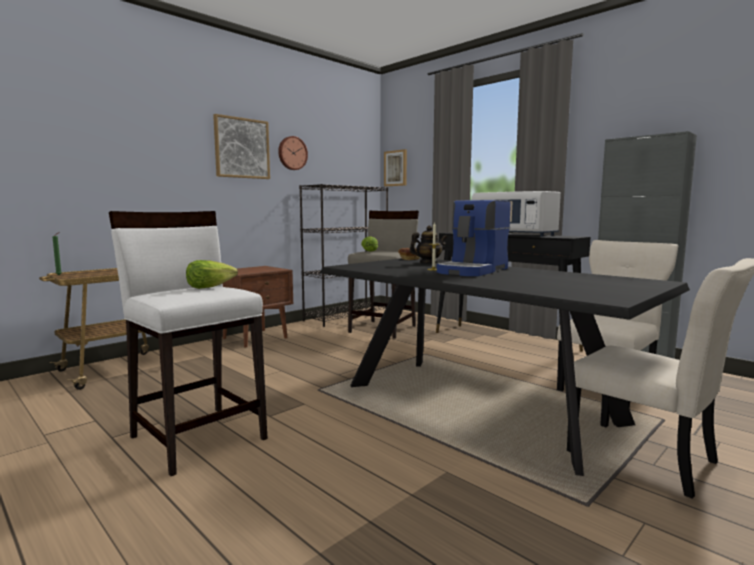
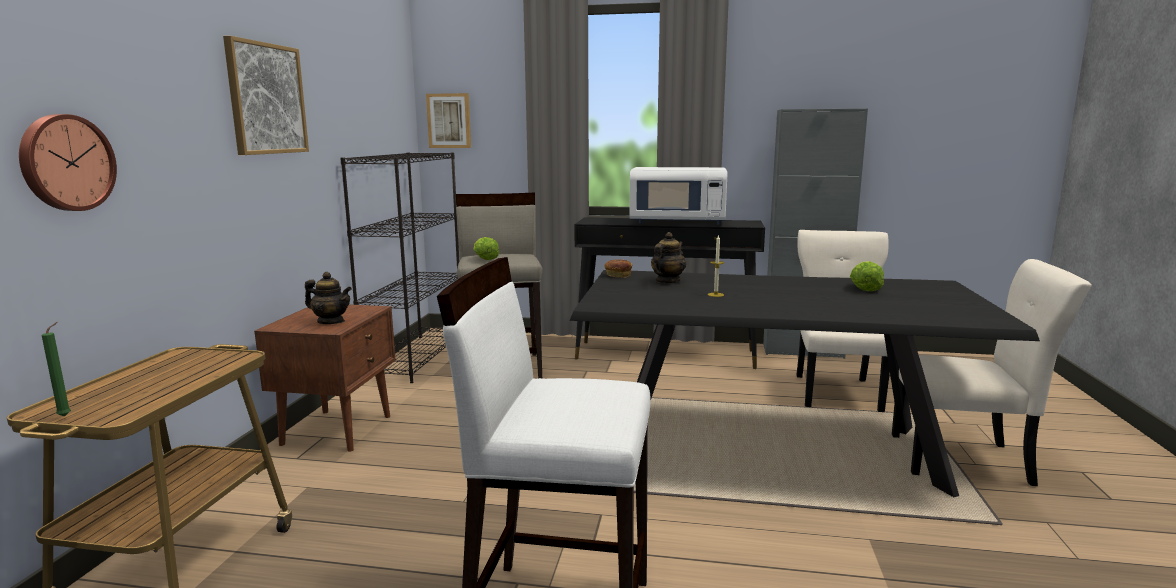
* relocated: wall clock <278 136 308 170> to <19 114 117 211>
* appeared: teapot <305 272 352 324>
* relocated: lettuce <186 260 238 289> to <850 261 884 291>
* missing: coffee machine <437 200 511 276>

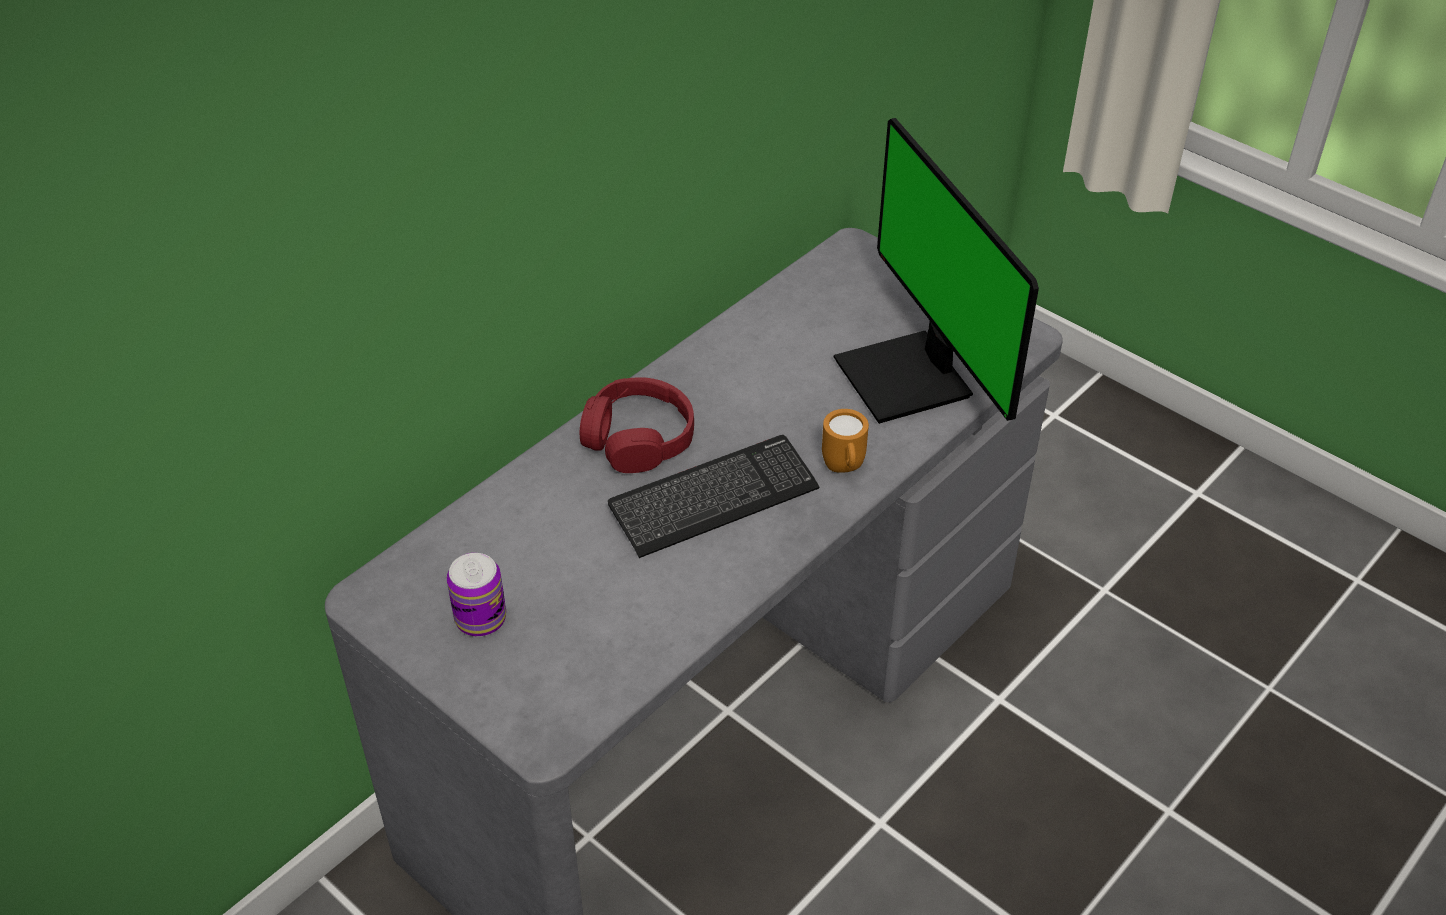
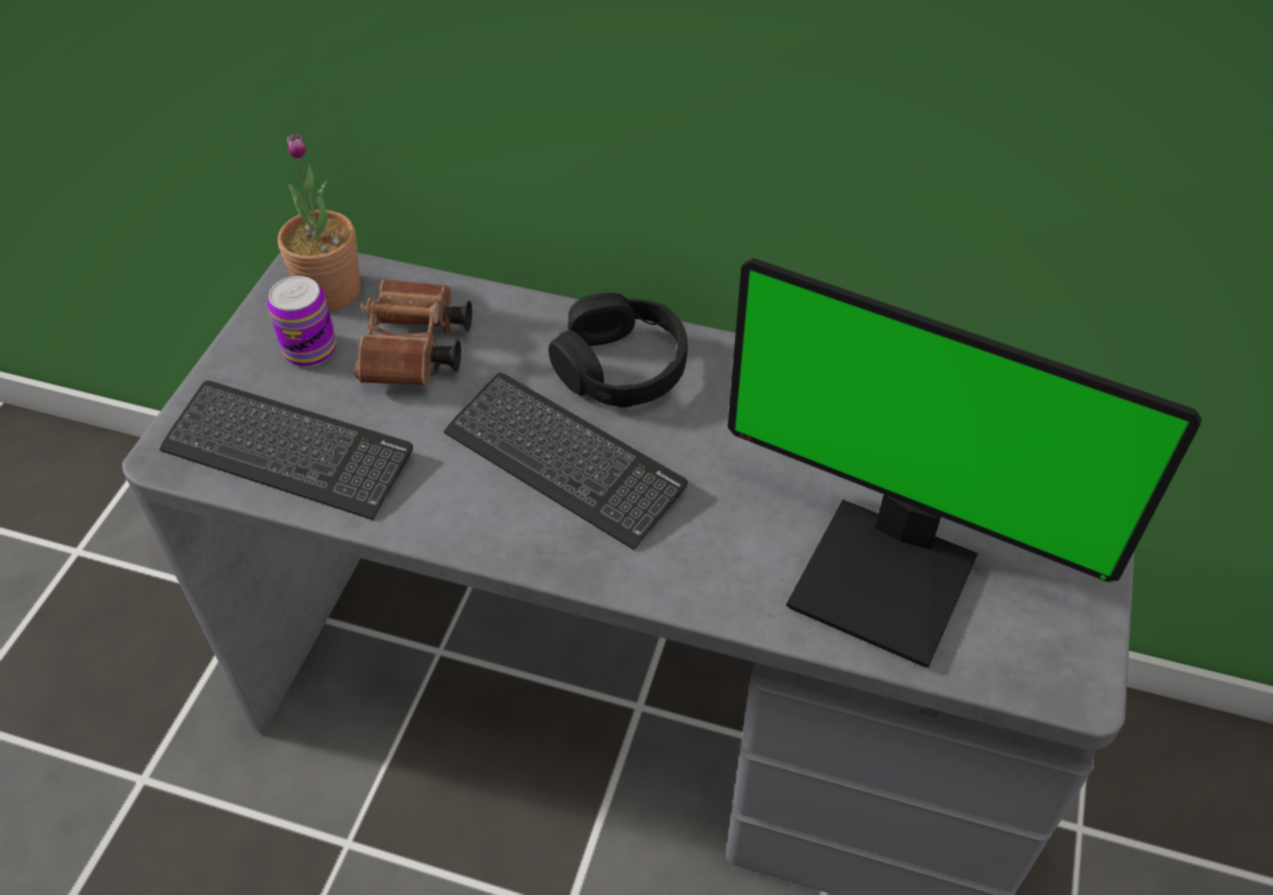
* appeared: keyboard <159 381 413 520>
* appeared: potted plant <278 134 361 311>
* appeared: binoculars/brown <355 279 472 386>
* colour: headphones/red <580 377 694 473> to headphones/black <549 293 687 407>
* spun: monitor <834 118 1039 424> = <728 258 1202 668> 105 degrees counterclockwise
* missing: mug/orange <822 409 869 473>

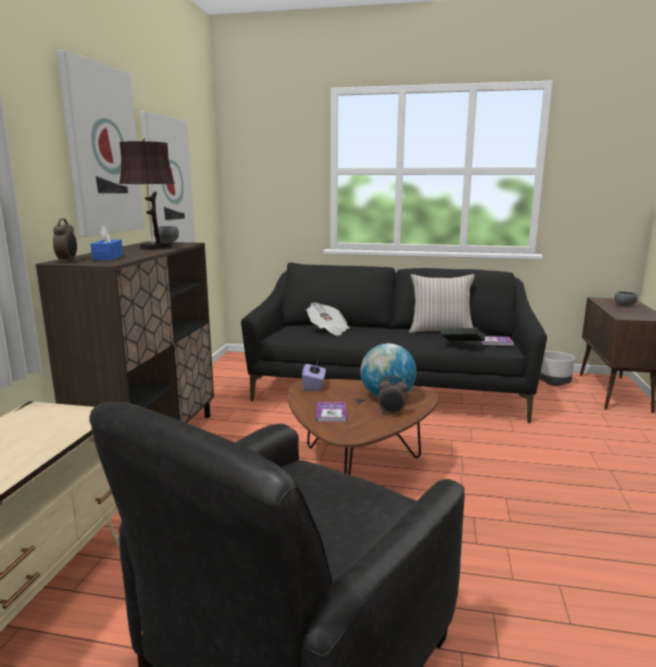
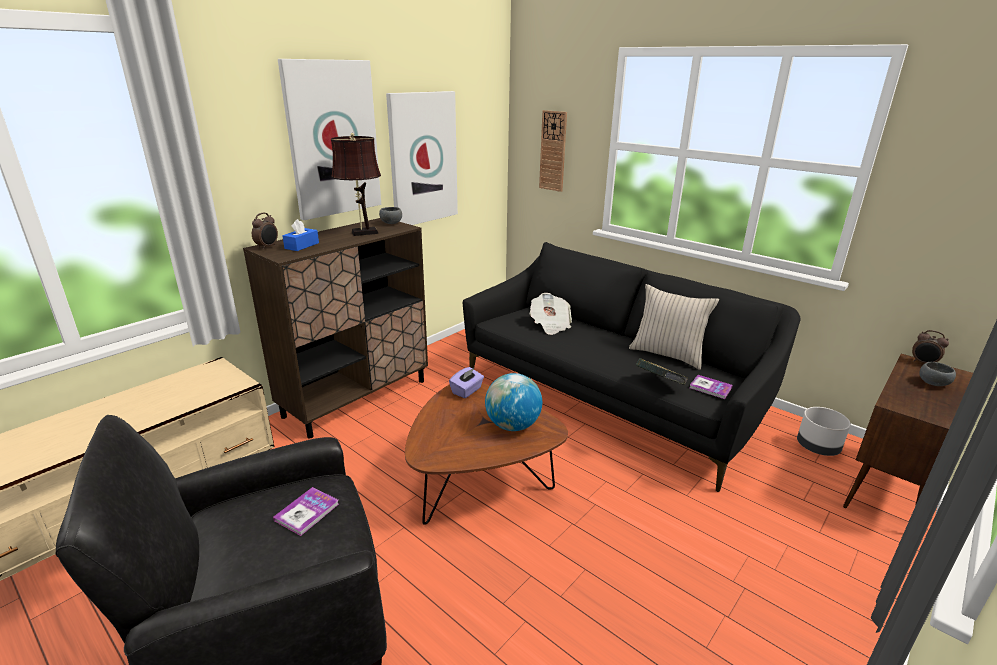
* relocated: book <316 402 347 422> to <273 487 339 536>
* appeared: wall clock <539 110 567 192>
* relocated: alarm clock <378 376 408 416> to <912 330 949 363>

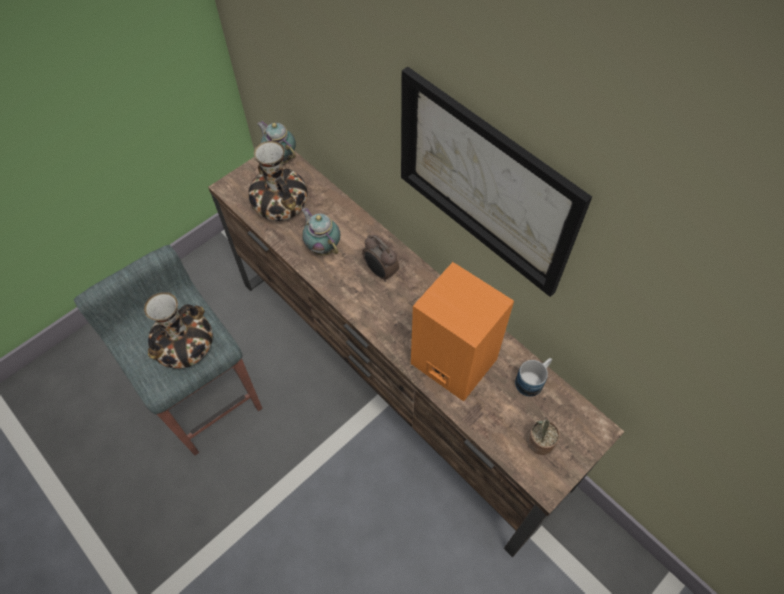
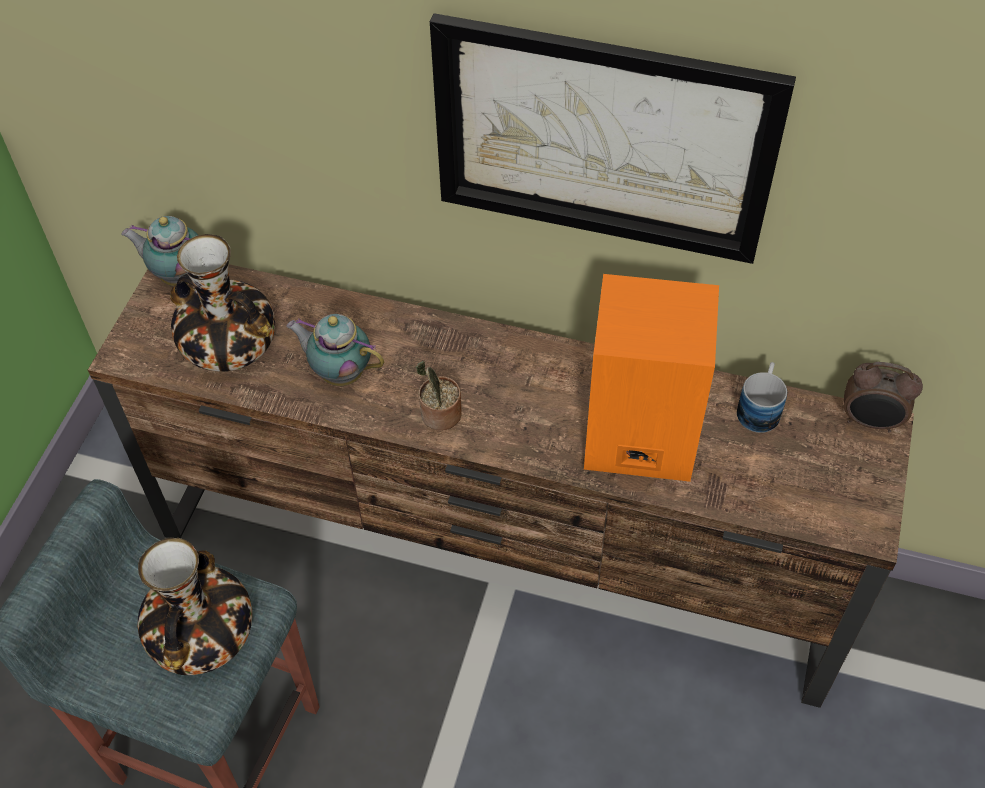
* relocated: potted plant <527 419 560 455> to <416 361 462 430>
* relocated: alarm clock <362 235 399 282> to <844 362 923 433>

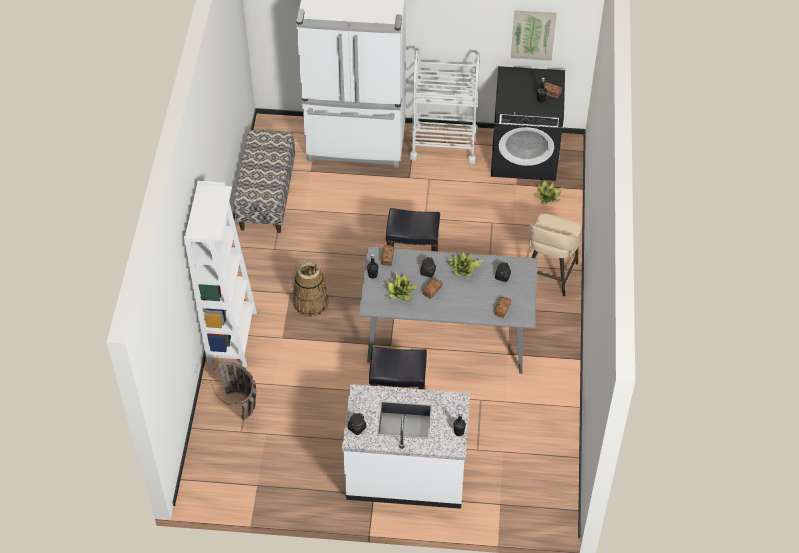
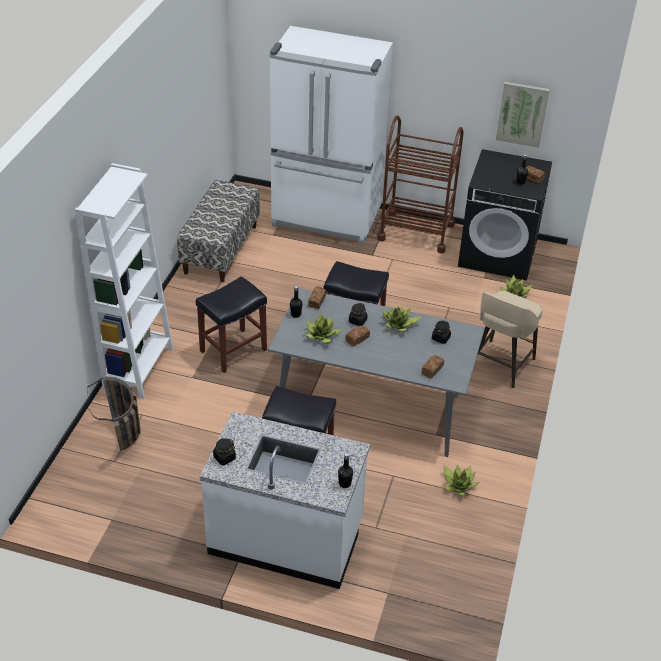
* exchanged: basket <293 261 329 317> to stool/black <196 276 267 373>
* colour: cart/white <410 50 480 164> to cart/brown <377 115 464 253>
* appeared: potted plant <443 465 479 496>

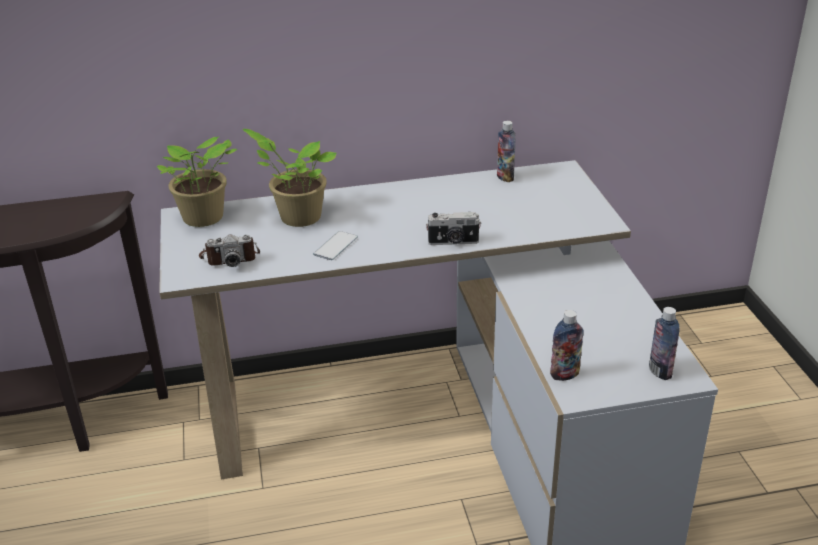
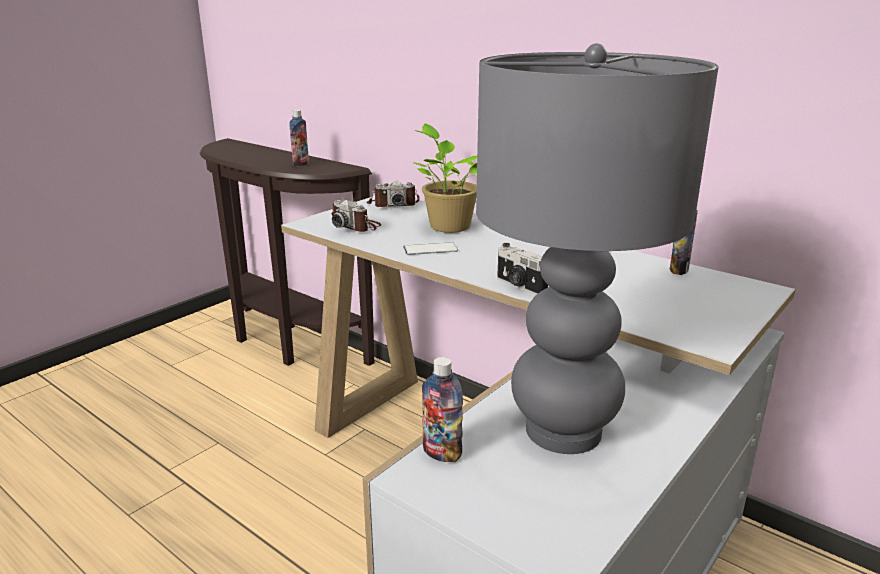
* relocated: bottle <649 307 680 380> to <289 110 309 166>
* exchanged: potted plant <157 136 238 227> to photo camera <366 180 420 207>
* appeared: table lamp/grey <476 43 719 454>

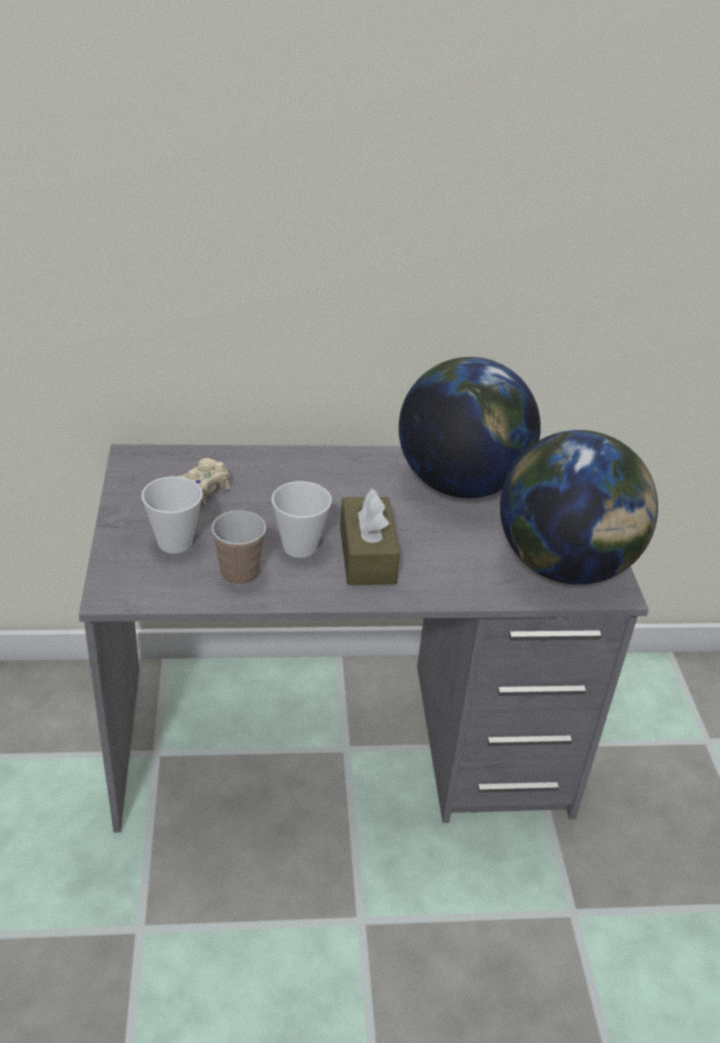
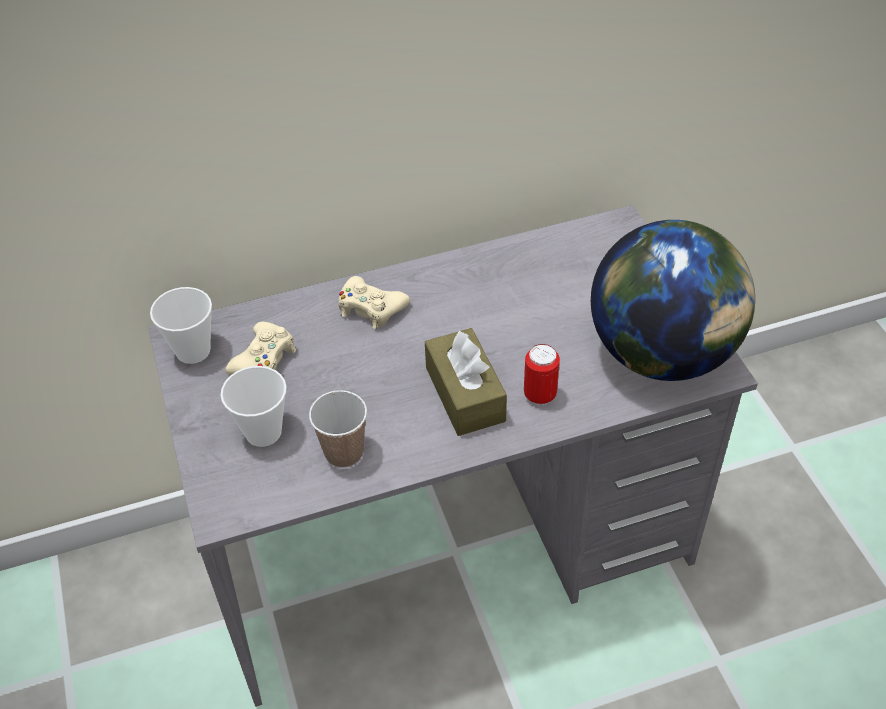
* relocated: cup <272 481 332 558> to <150 287 212 364>
* appeared: game controller/beige <338 276 410 329>
* appeared: can <524 344 560 405>
* missing: globe <399 357 541 498>

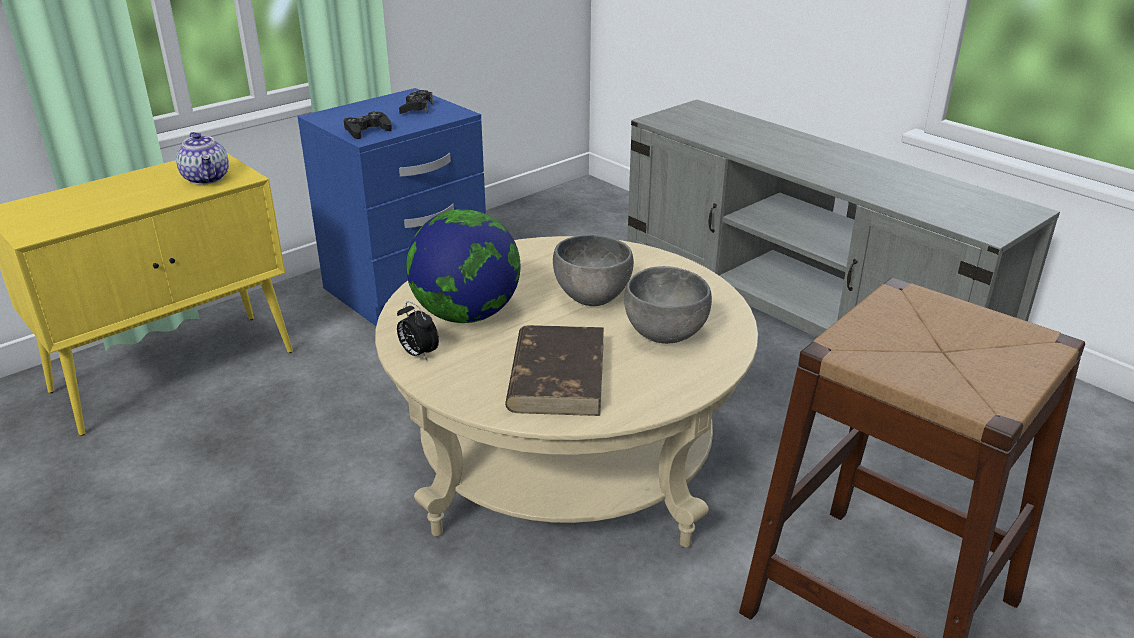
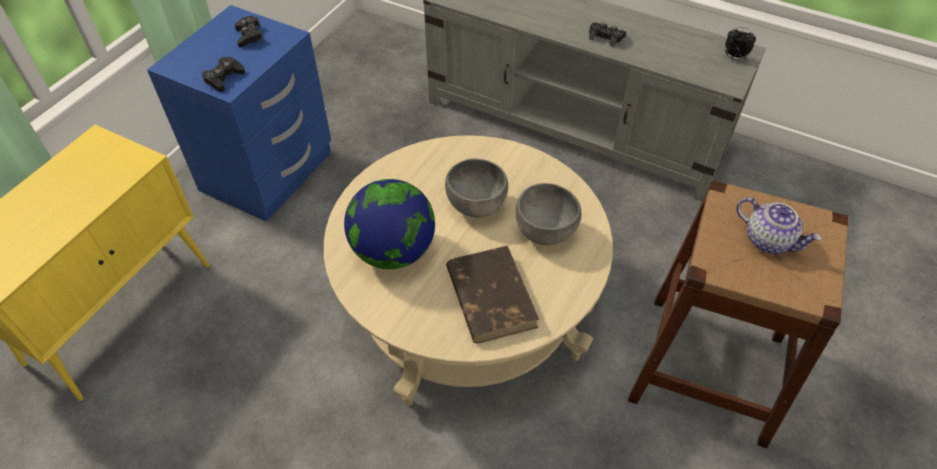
* appeared: game controller/black <589 22 626 47>
* relocated: alarm clock <397 301 439 360> to <725 27 756 61>
* relocated: teapot <176 132 229 185> to <736 197 821 254>

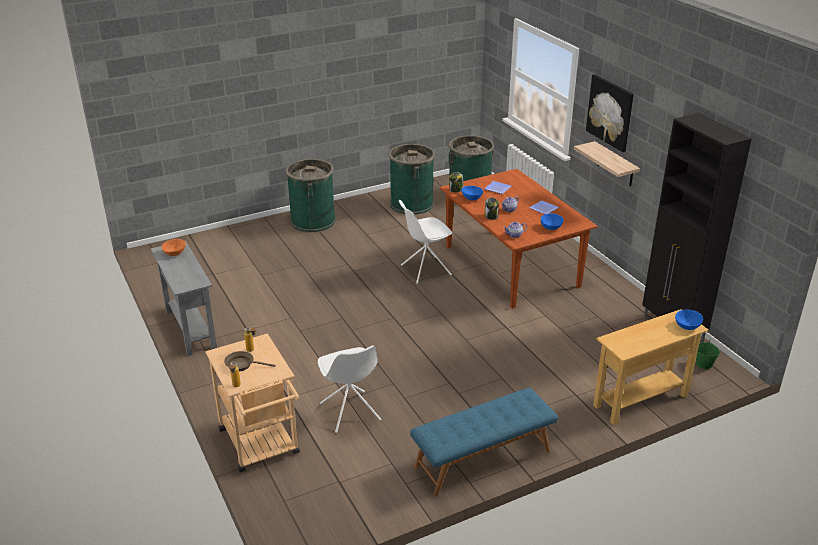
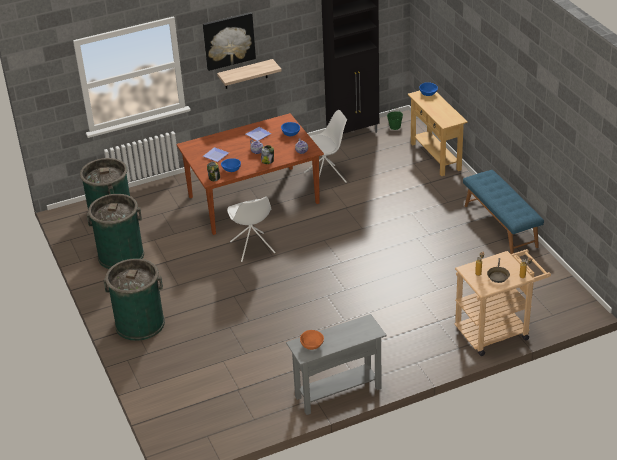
* relocated: chair/white <318 346 381 433> to <304 110 347 183>

